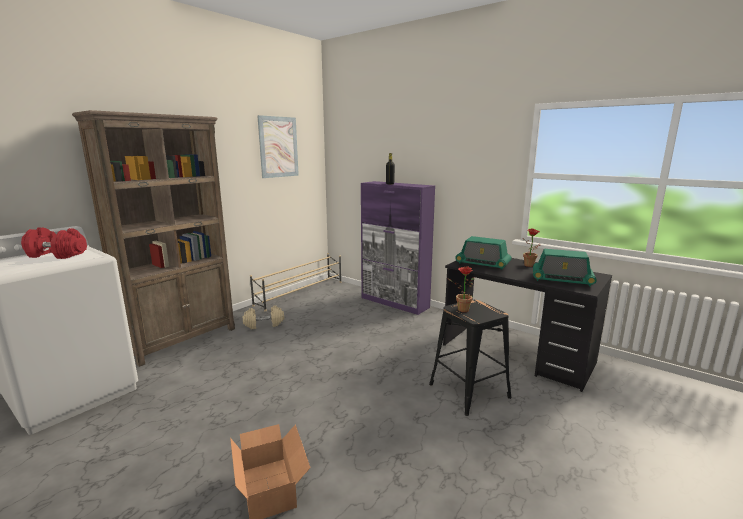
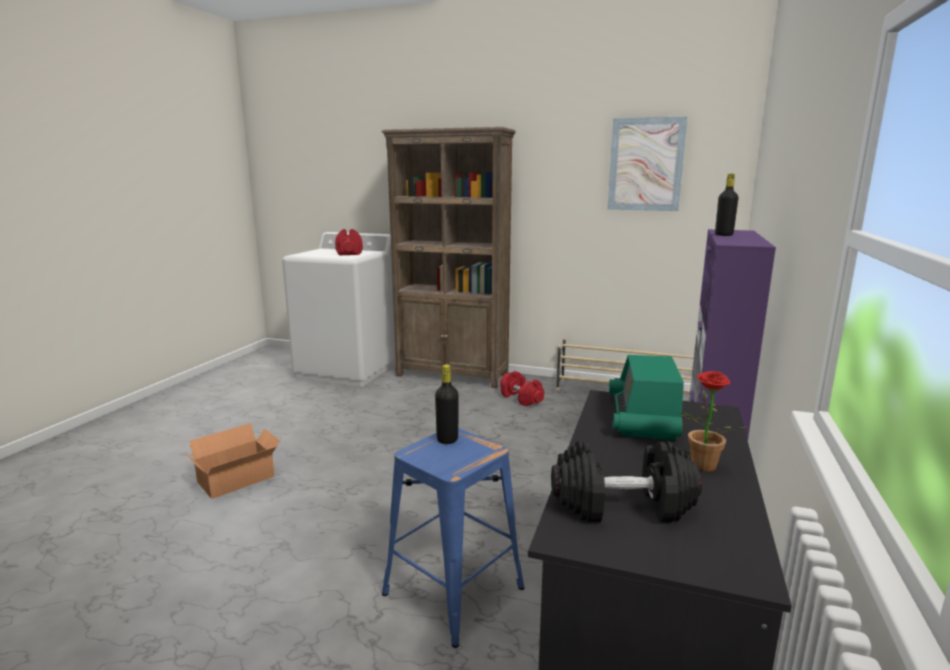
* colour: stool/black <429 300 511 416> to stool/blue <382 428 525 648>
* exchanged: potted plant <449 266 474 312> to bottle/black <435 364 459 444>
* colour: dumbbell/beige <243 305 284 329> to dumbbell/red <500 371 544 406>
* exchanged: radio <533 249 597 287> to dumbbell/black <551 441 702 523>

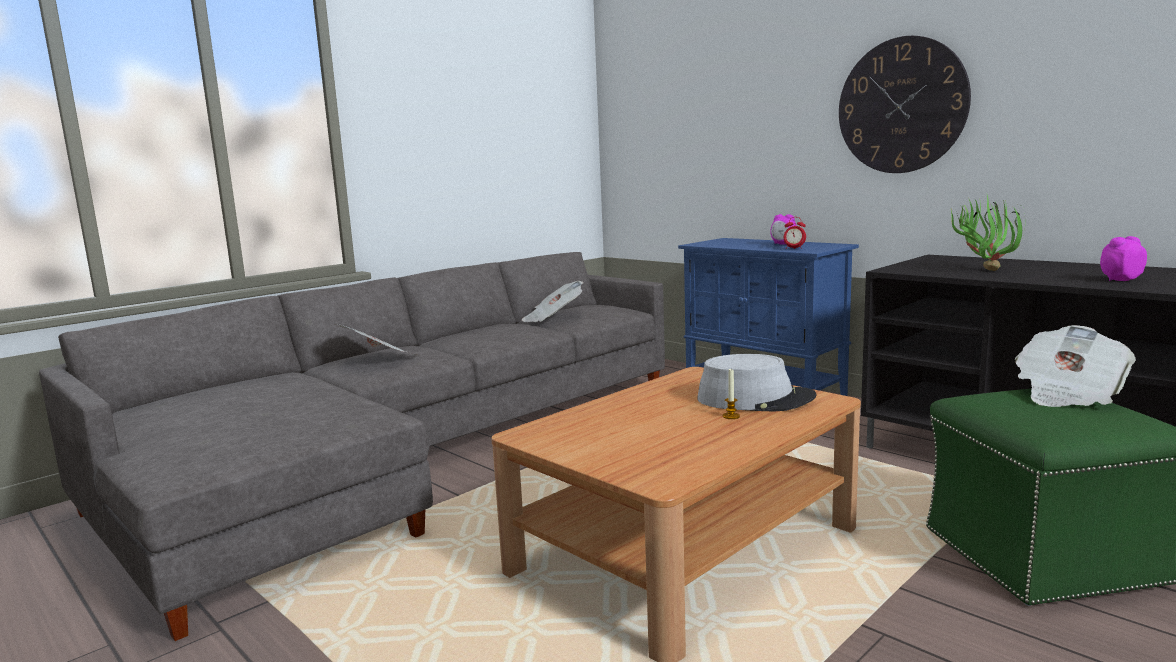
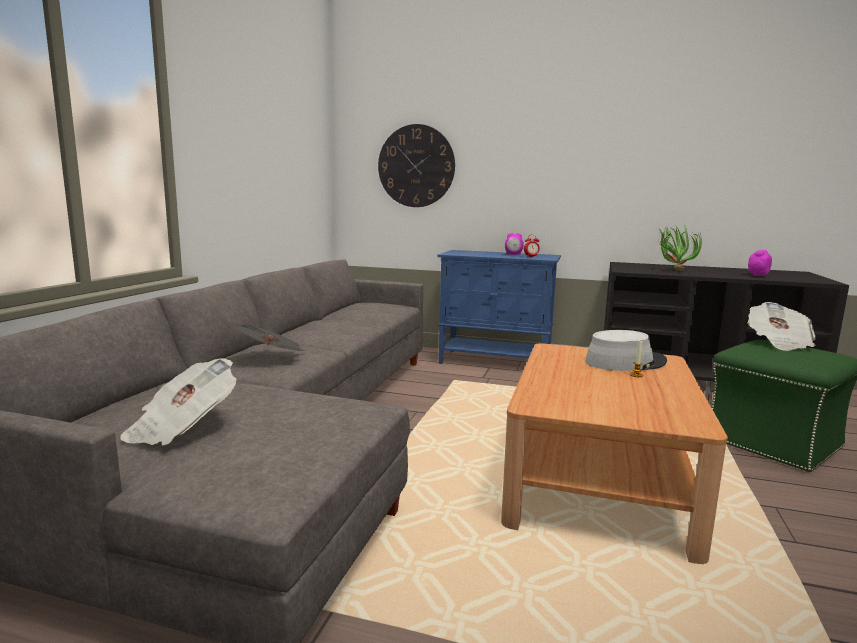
* relocated: newspaper <522 281 583 322> to <120 358 236 445>
* relocated: wall clock <839 36 971 173> to <378 124 455 207>

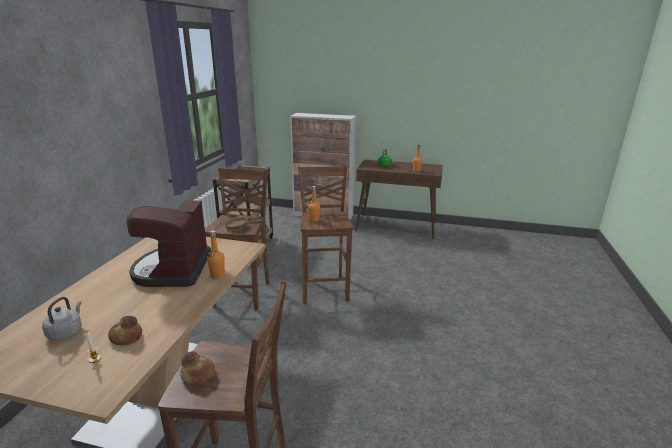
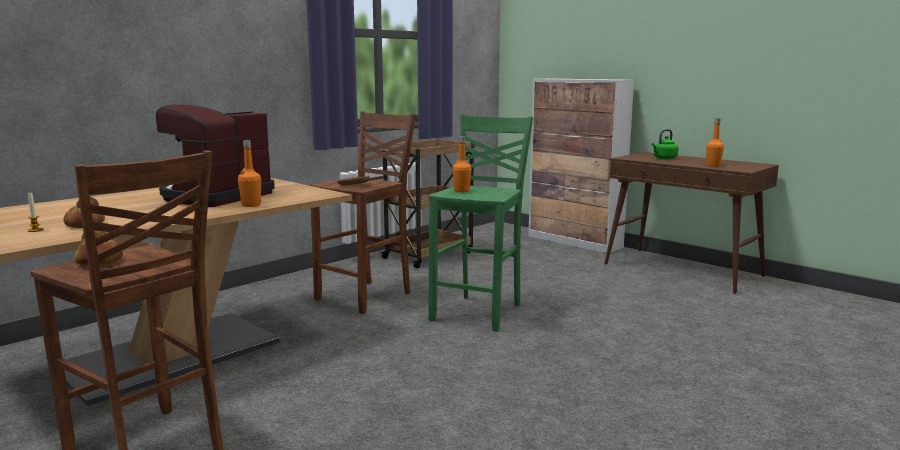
* colour: stool/brown <298 165 353 304> to stool/green <428 115 533 332>
* missing: kettle/grey <42 297 82 340>

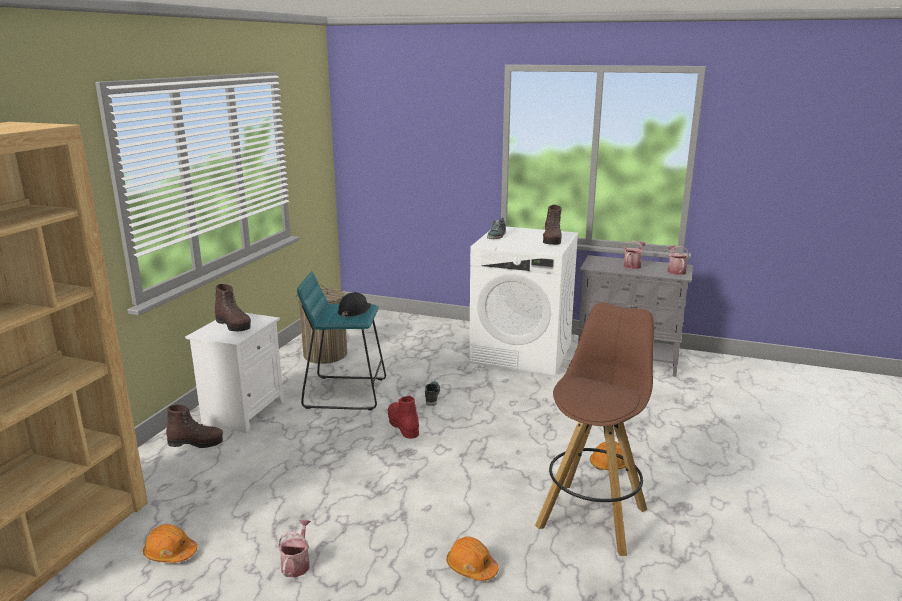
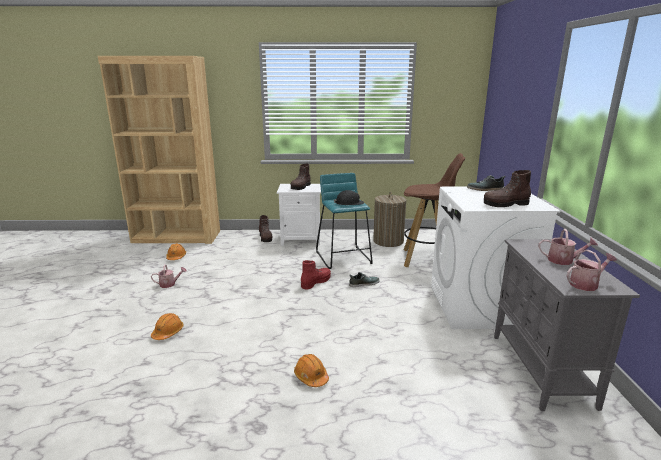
* relocated: stool/brown <535 302 654 556> to <404 153 465 267>

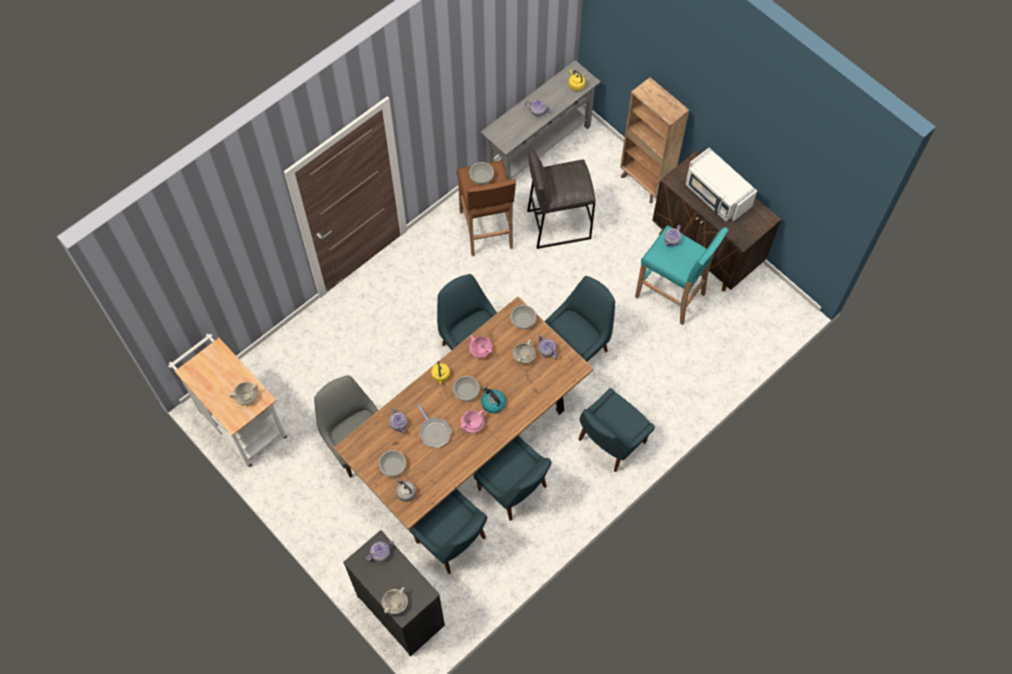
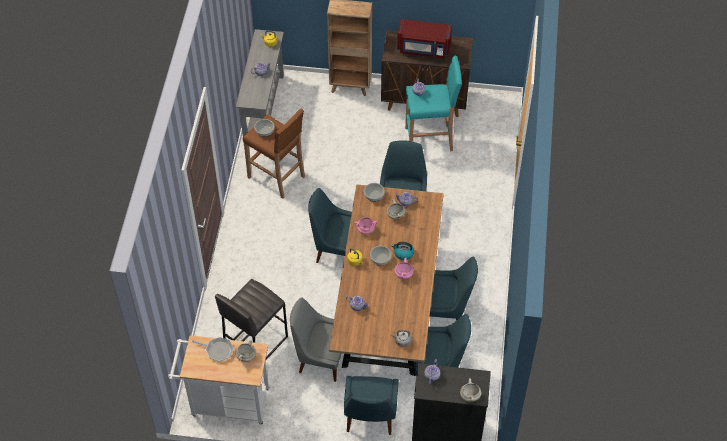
* relocated: frying pan <418 405 452 448> to <192 337 233 362>
* relocated: stool/grey <527 149 596 249> to <215 279 288 359>
* relocated: chair/blue <579 388 655 472> to <344 376 399 435>
* colour: microwave/white <686 148 757 222> to microwave/red <397 19 452 58>
* missing: bowl <379 450 406 477>

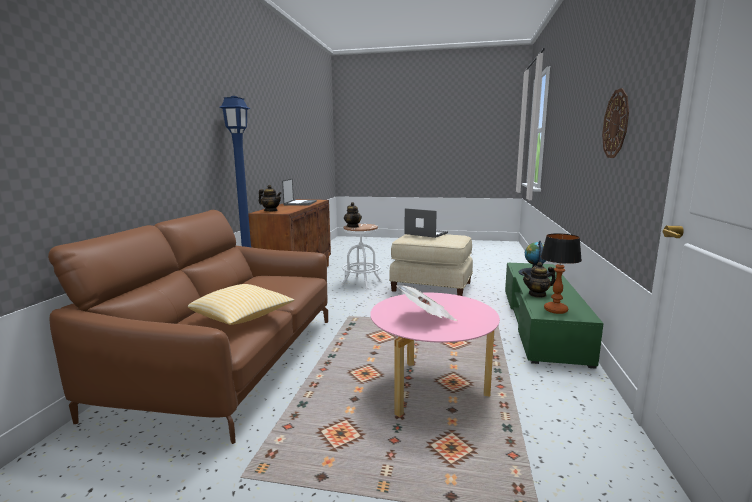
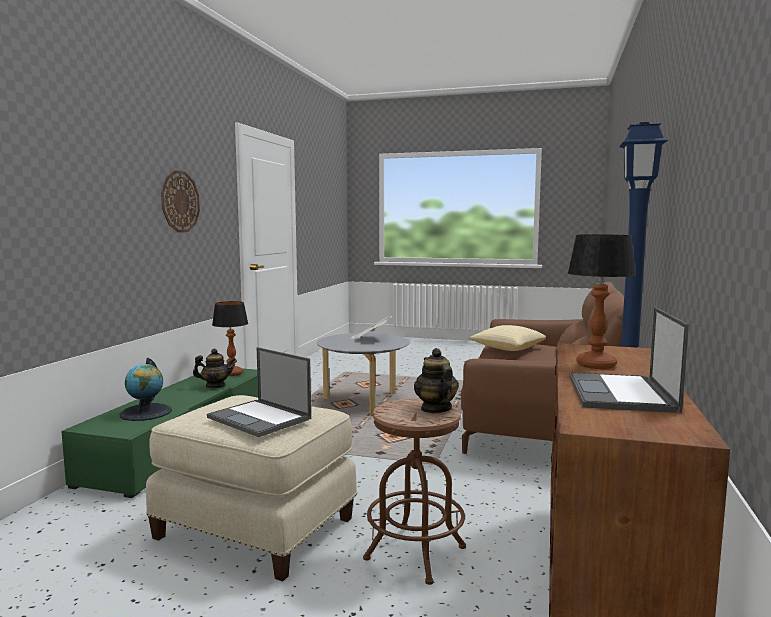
* colour: coffee table/pink <370 293 500 417> to coffee table/grey <317 333 410 415>
* colour: stool/white <341 224 382 290> to stool/brown <363 399 466 585>
* appeared: table lamp <568 234 636 369>
* missing: teapot <259 185 282 211>

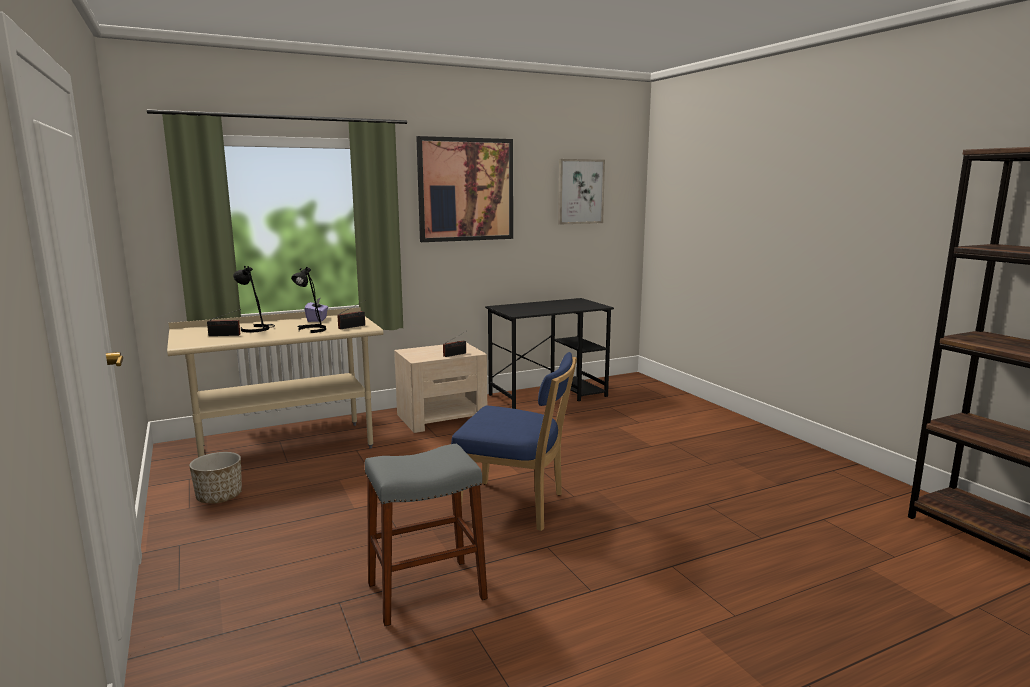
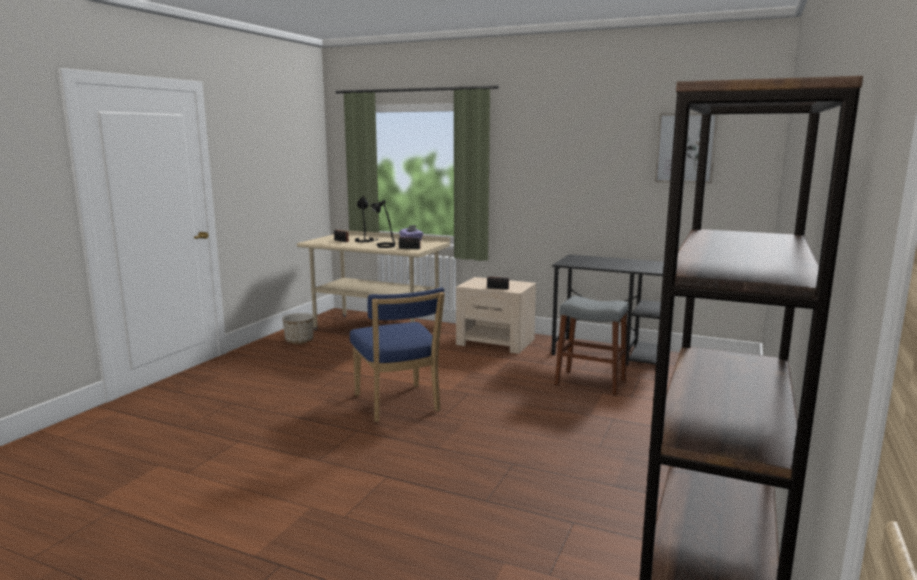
* relocated: stool/grey <365 444 488 626> to <555 296 629 396>
* missing: picture <416 136 513 242>

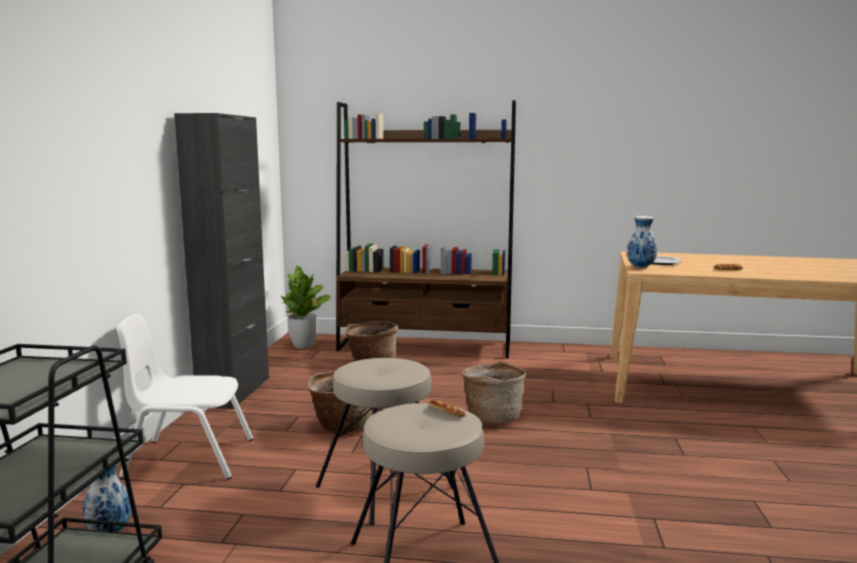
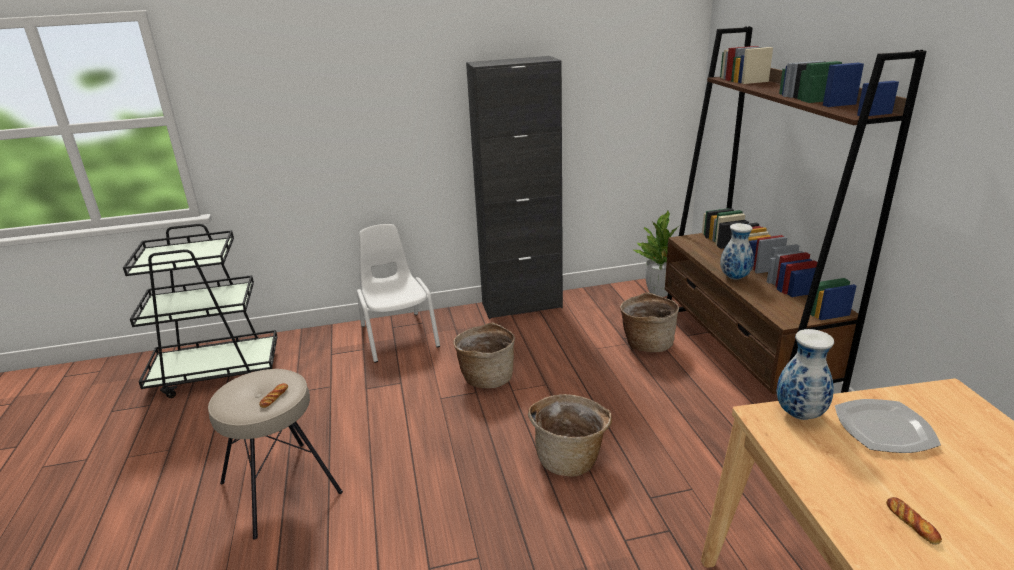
* relocated: vase <82 464 131 532> to <720 223 754 280>
* missing: stool/beige <316 358 453 526>

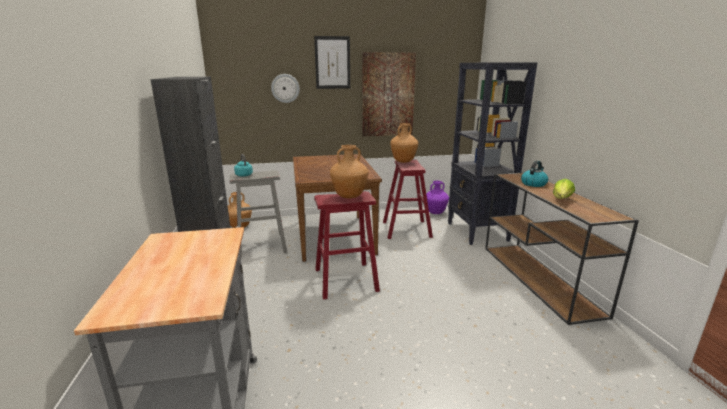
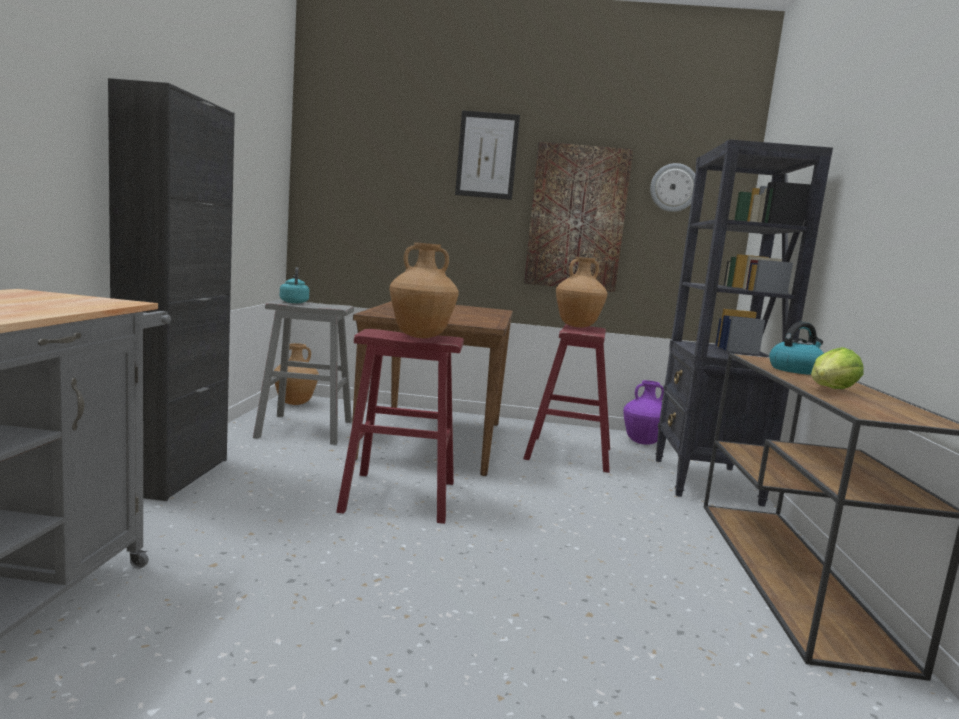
* relocated: wall clock <271 74 300 103> to <650 163 695 212>

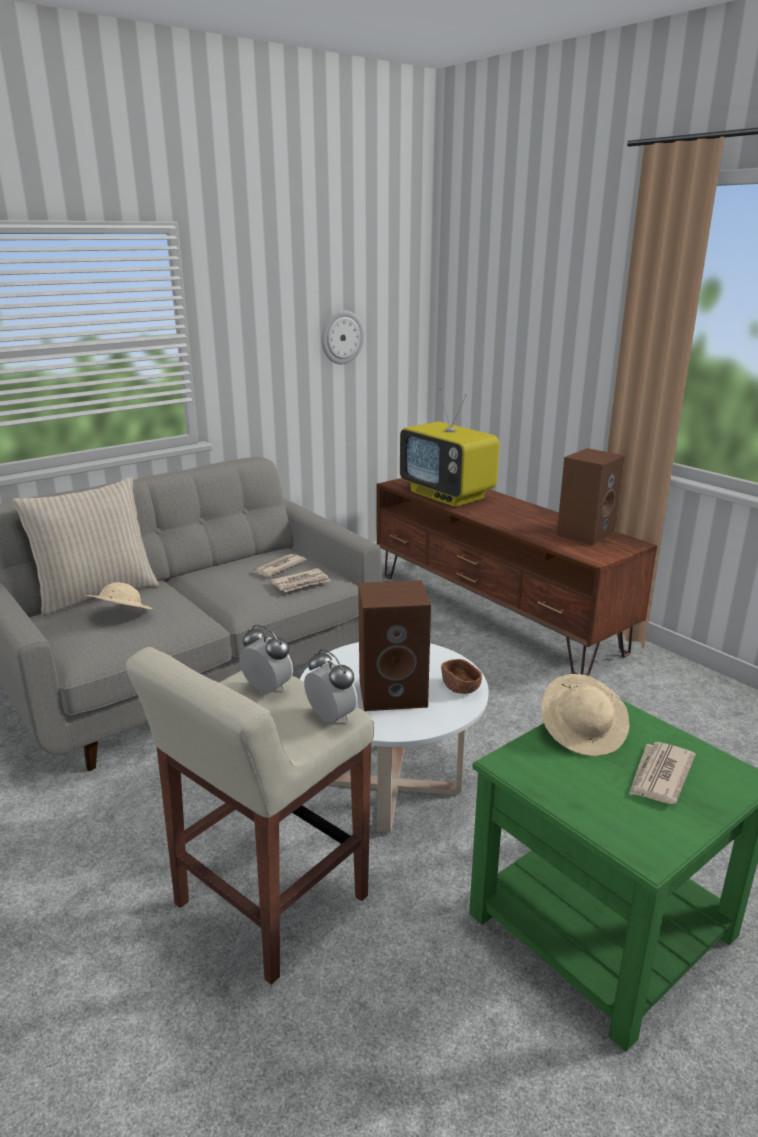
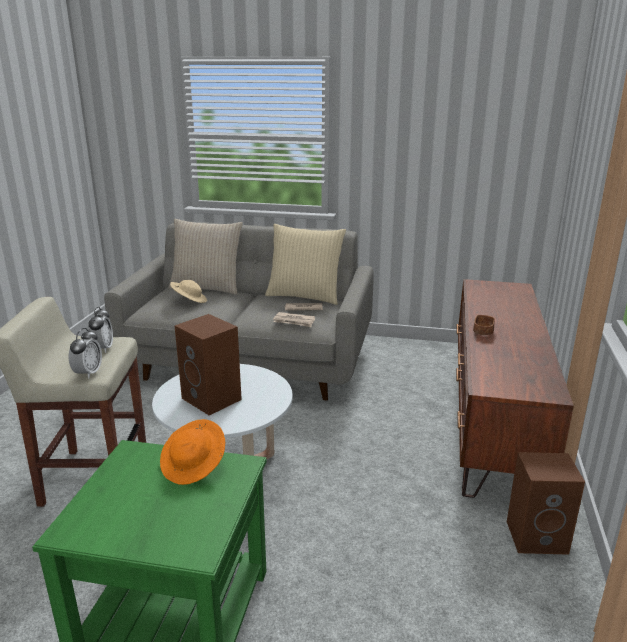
* colour: hat/beige <541 674 629 756> to hat/orange <160 419 225 485>
* appeared: pillow/beige <265 224 346 305>
* relocated: bowl/brown <441 659 482 694> to <473 315 495 335>
* relocated: speaker/brown <557 448 625 545> to <507 452 585 555>
* missing: wall clock <321 310 364 364>
* missing: television <400 388 500 507>
* missing: newspaper <629 742 695 804>

